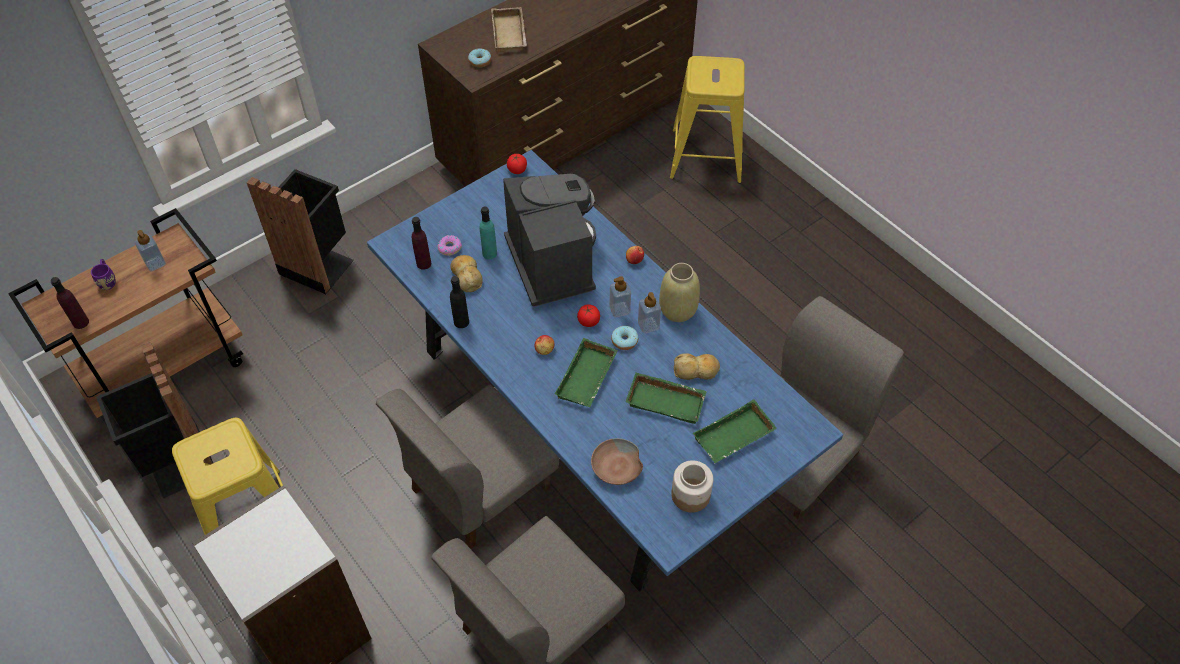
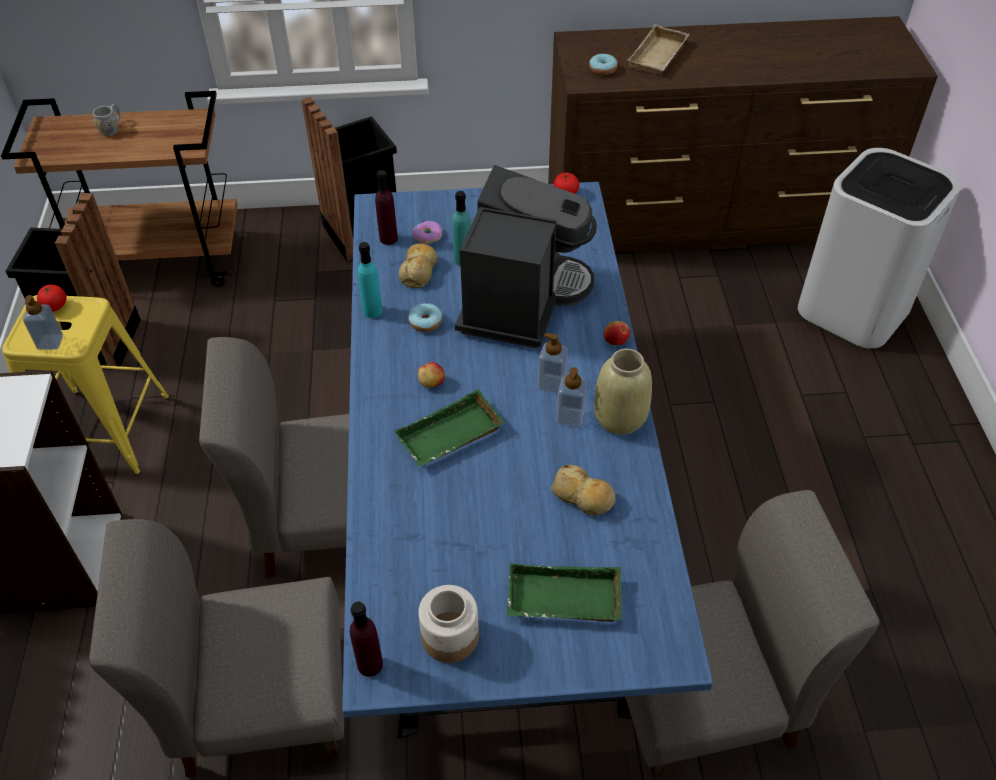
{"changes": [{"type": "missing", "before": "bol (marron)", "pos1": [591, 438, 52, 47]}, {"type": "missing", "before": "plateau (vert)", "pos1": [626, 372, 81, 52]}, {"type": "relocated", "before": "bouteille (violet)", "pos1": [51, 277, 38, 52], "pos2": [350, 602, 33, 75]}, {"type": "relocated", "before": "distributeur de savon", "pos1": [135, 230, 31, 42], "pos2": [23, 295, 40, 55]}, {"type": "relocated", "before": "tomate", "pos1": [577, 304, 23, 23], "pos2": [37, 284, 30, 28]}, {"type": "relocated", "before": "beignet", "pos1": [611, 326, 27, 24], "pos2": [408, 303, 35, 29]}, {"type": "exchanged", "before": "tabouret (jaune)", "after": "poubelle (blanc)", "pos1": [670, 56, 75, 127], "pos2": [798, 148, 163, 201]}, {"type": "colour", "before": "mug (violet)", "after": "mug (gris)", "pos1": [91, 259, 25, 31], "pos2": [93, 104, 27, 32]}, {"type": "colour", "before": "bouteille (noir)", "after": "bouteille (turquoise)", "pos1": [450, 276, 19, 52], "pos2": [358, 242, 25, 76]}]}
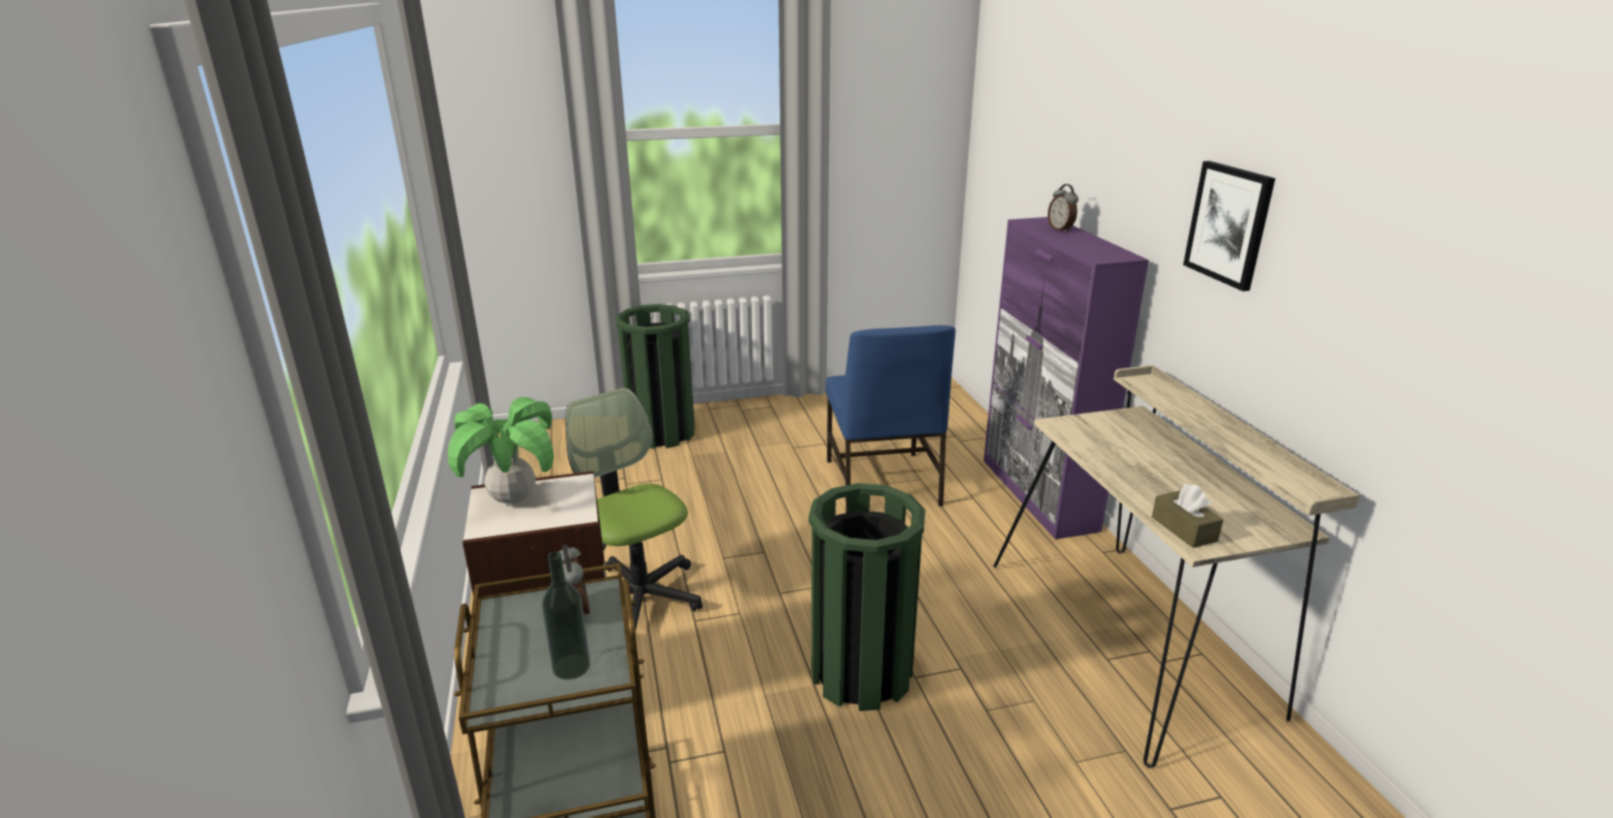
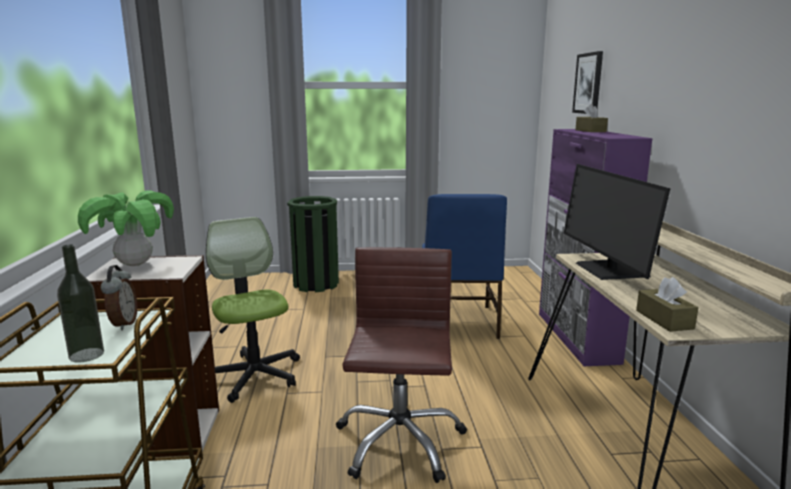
{"changes": [{"type": "appeared", "after": "écran d'ordinateur", "pos2": [564, 164, 107, 116]}, {"type": "relocated", "before": "tableau", "pos1": [1183, 161, 92, 130], "pos2": [572, 51, 31, 63]}, {"type": "exchanged", "before": "poubelle (vert)", "after": "chaise de bureau (marron)", "pos1": [808, 483, 117, 228], "pos2": [336, 247, 131, 236]}, {"type": "exchanged", "before": "réveil", "after": "boîte à mouchoirs (marron)", "pos1": [1048, 184, 30, 49], "pos2": [575, 104, 33, 28]}]}
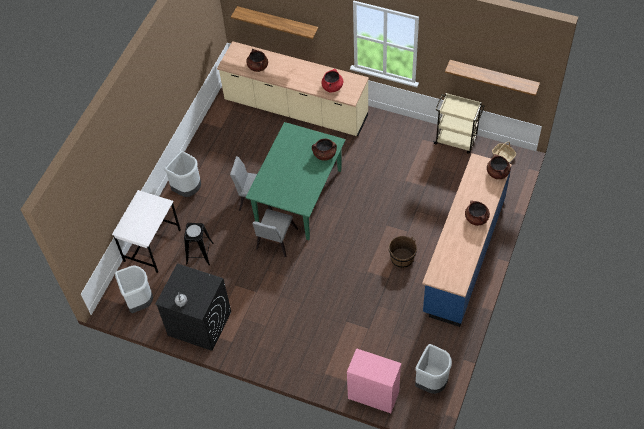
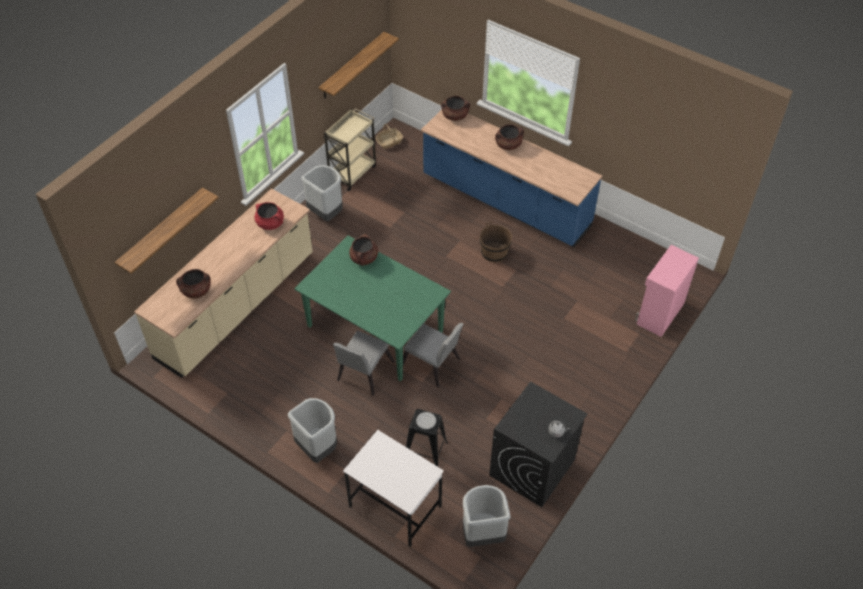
{"changes": [{"type": "relocated", "before": "poubelle (gris)", "pos1": [415, 344, 37, 50], "pos2": [302, 165, 41, 56]}]}
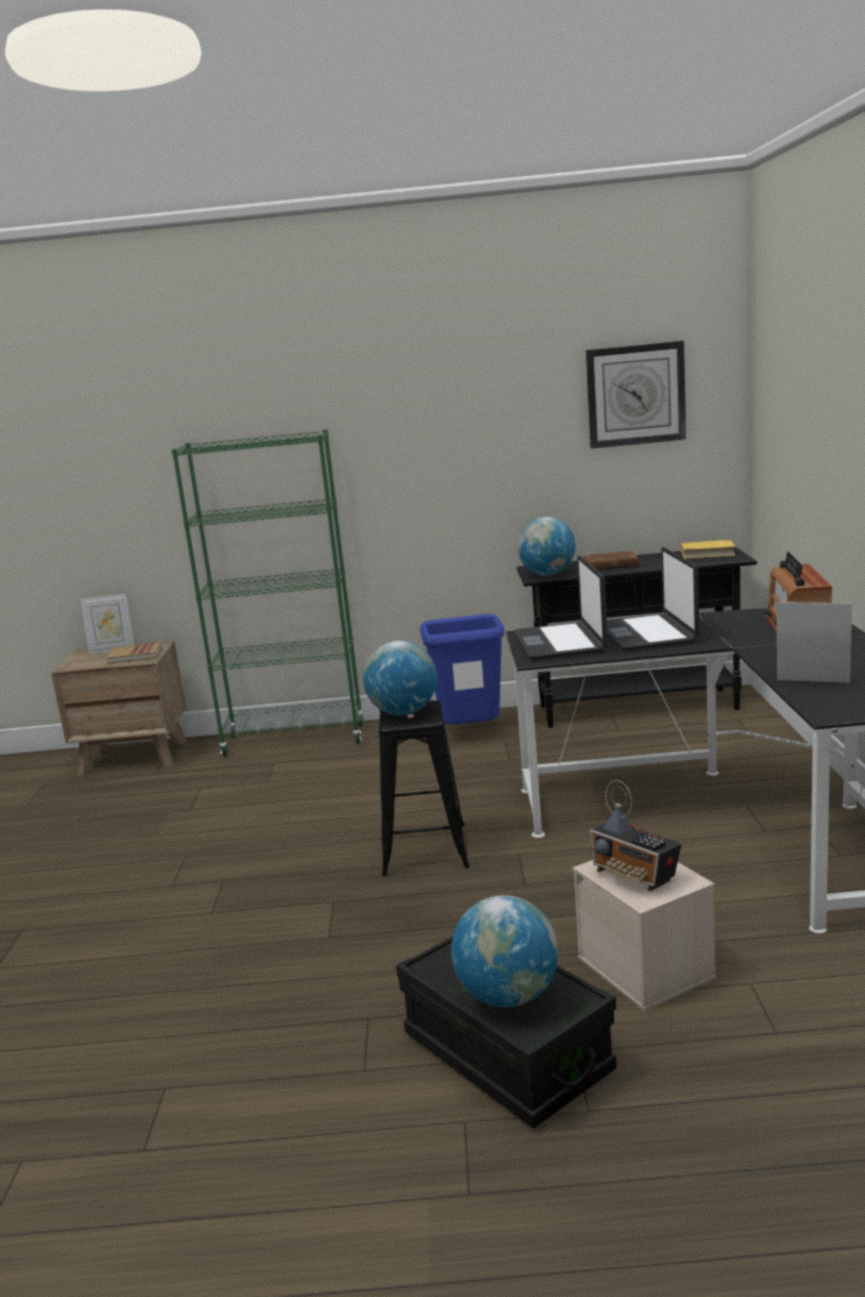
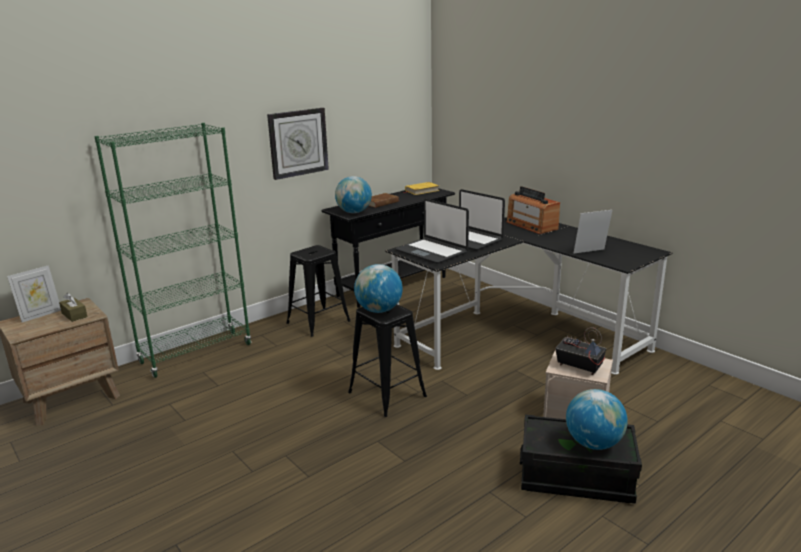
{"changes": [{"type": "relocated", "before": "horloge murale", "pos1": [586, 341, 100, 108], "pos2": [267, 108, 62, 72]}, {"type": "exchanged", "before": "livre", "after": "boîte à mouchoirs (marron)", "pos1": [106, 642, 56, 22], "pos2": [59, 293, 29, 29]}, {"type": "exchanged", "before": "poubelle (bleu)", "after": "tabouret (noir)", "pos1": [420, 614, 85, 111], "pos2": [286, 245, 65, 92]}, {"type": "spun", "before": "radio", "pos1": [590, 780, 92, 111], "pos2": [555, 327, 51, 48], "turn": -150}]}
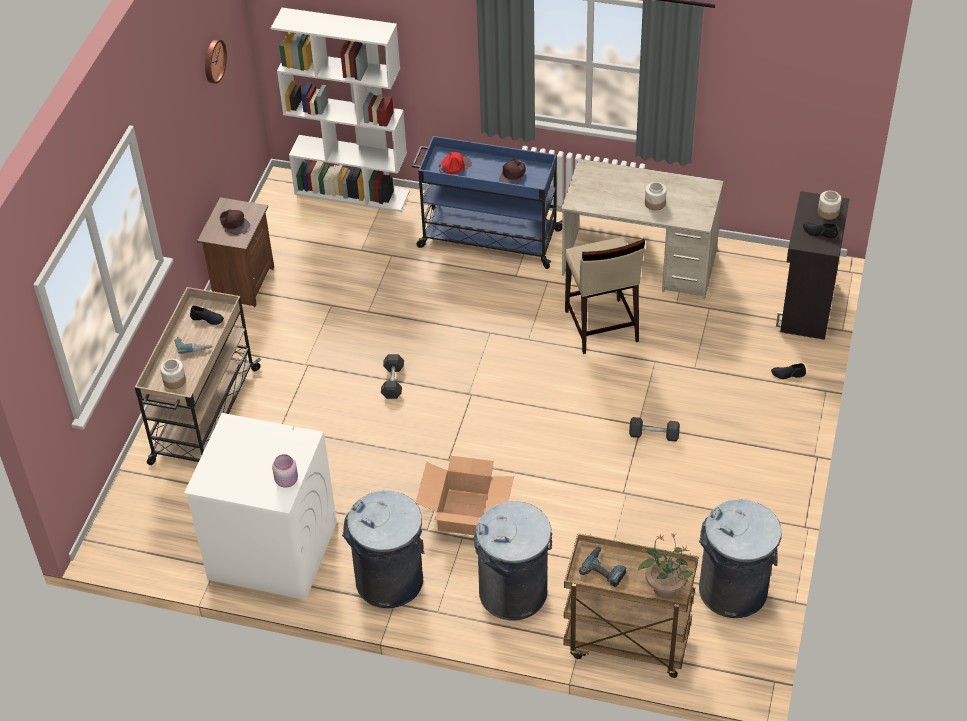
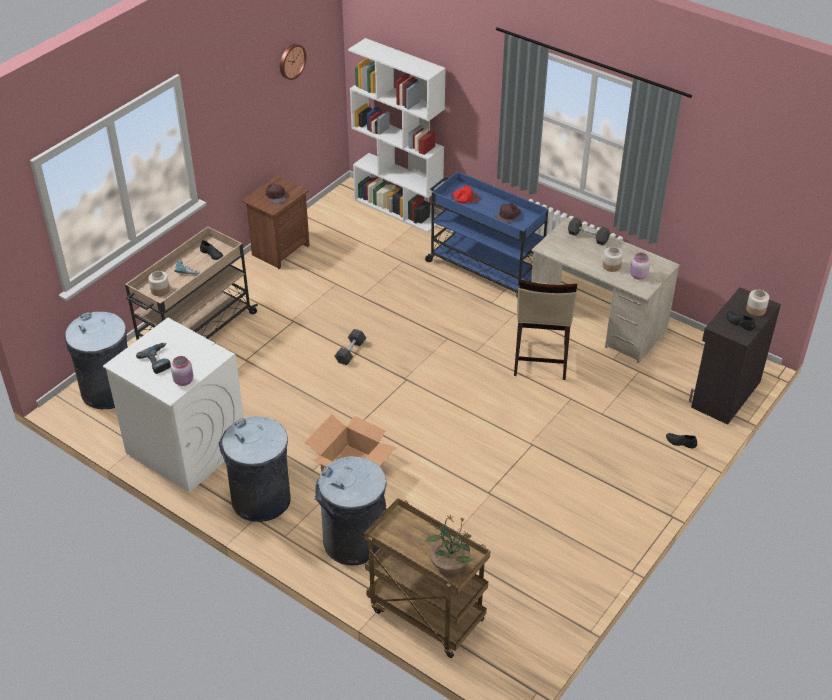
{"changes": [{"type": "appeared", "after": "bocal (rose)", "pos2": [630, 253, 20, 27]}, {"type": "relocated", "before": "perceuse", "pos1": [579, 545, 47, 42], "pos2": [136, 343, 35, 31]}, {"type": "relocated", "before": "haltère (gris)", "pos1": [629, 417, 51, 25], "pos2": [568, 217, 42, 28]}, {"type": "relocated", "before": "poubelle (gris)", "pos1": [699, 499, 83, 119], "pos2": [65, 312, 63, 97]}]}
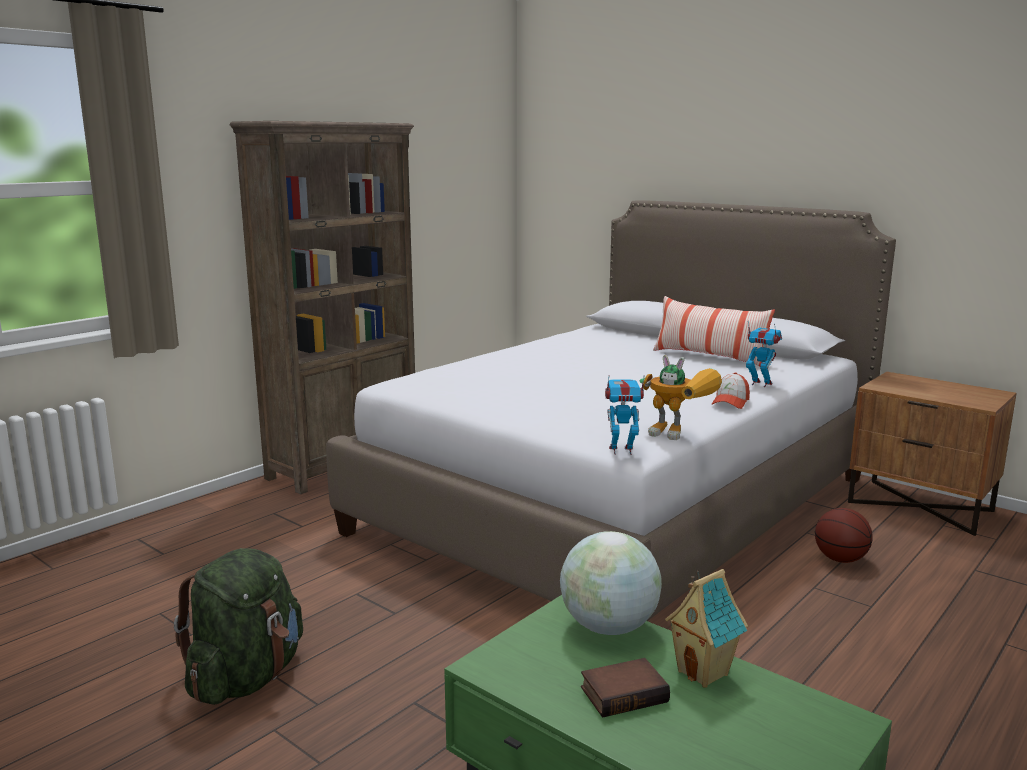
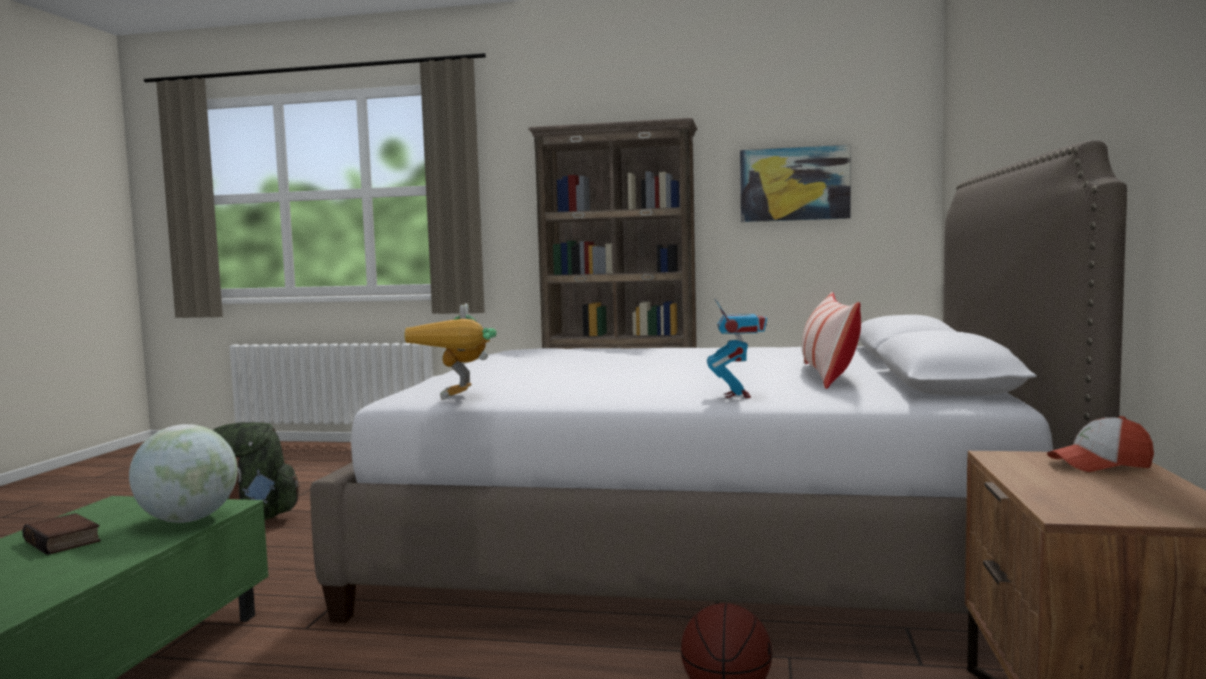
{"changes": [{"type": "missing", "before": "robot jouet", "pos1": [605, 375, 40, 80]}, {"type": "missing", "before": "maison miniature", "pos1": [665, 569, 83, 119]}, {"type": "appeared", "after": "tableau", "pos2": [740, 145, 111, 77]}, {"type": "relocated", "before": "casquette", "pos1": [711, 373, 39, 36], "pos2": [1047, 416, 107, 56]}]}
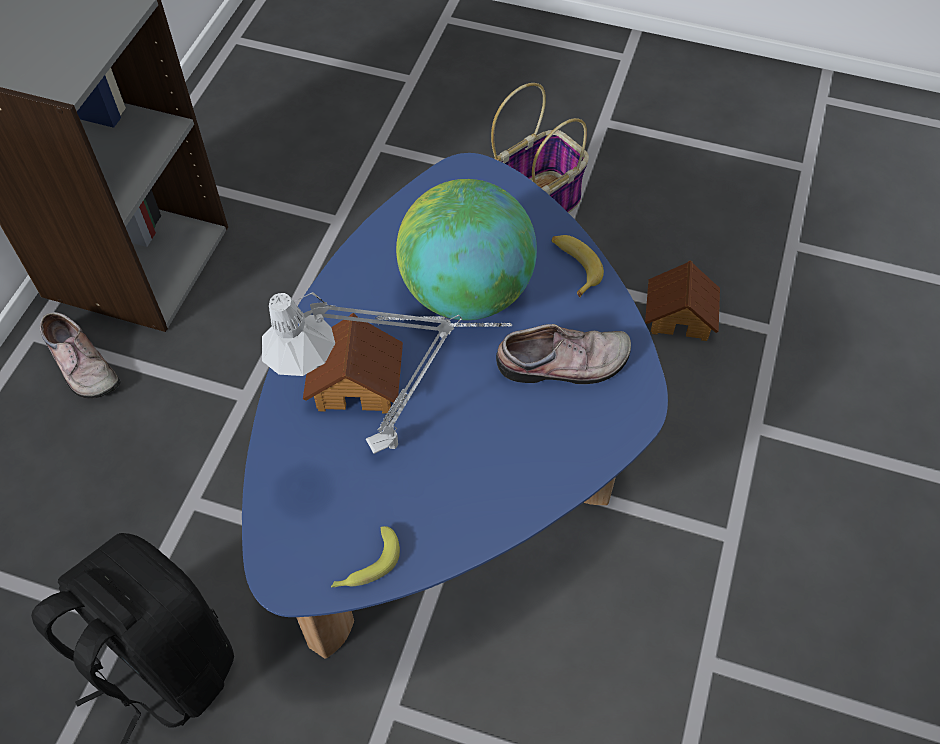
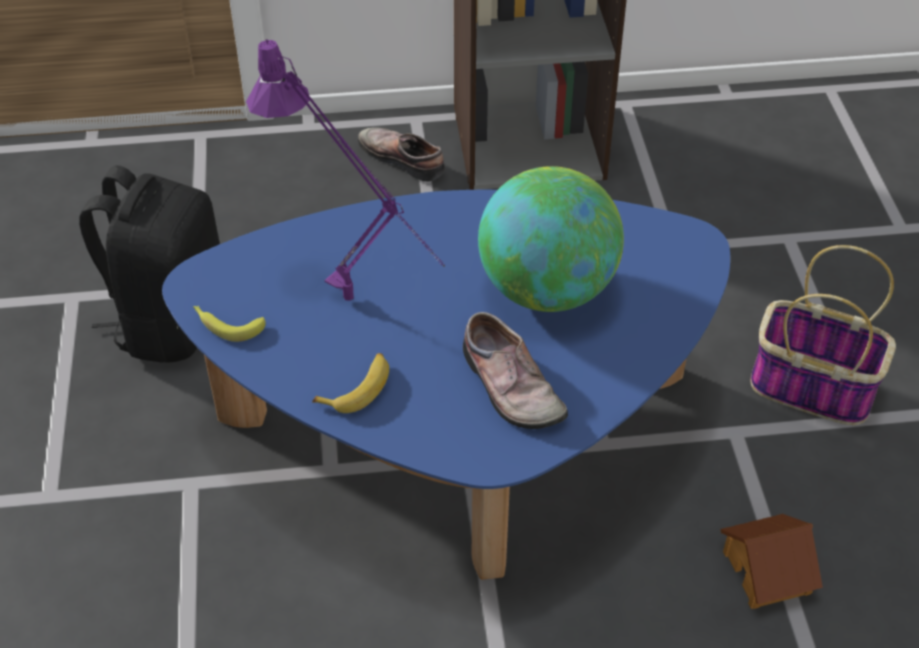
{"changes": [{"type": "missing", "before": "maison miniature", "pos1": [303, 313, 100, 101]}, {"type": "relocated", "before": "banane", "pos1": [552, 235, 52, 63], "pos2": [312, 353, 77, 60]}, {"type": "colour", "before": "lampe de table (gris)", "after": "lampe de table (violet)", "pos1": [262, 292, 250, 162], "pos2": [246, 40, 199, 261]}, {"type": "spun", "before": "chaussure", "pos1": [40, 312, 81, 87], "pos2": [358, 127, 87, 55], "turn": 105}]}
